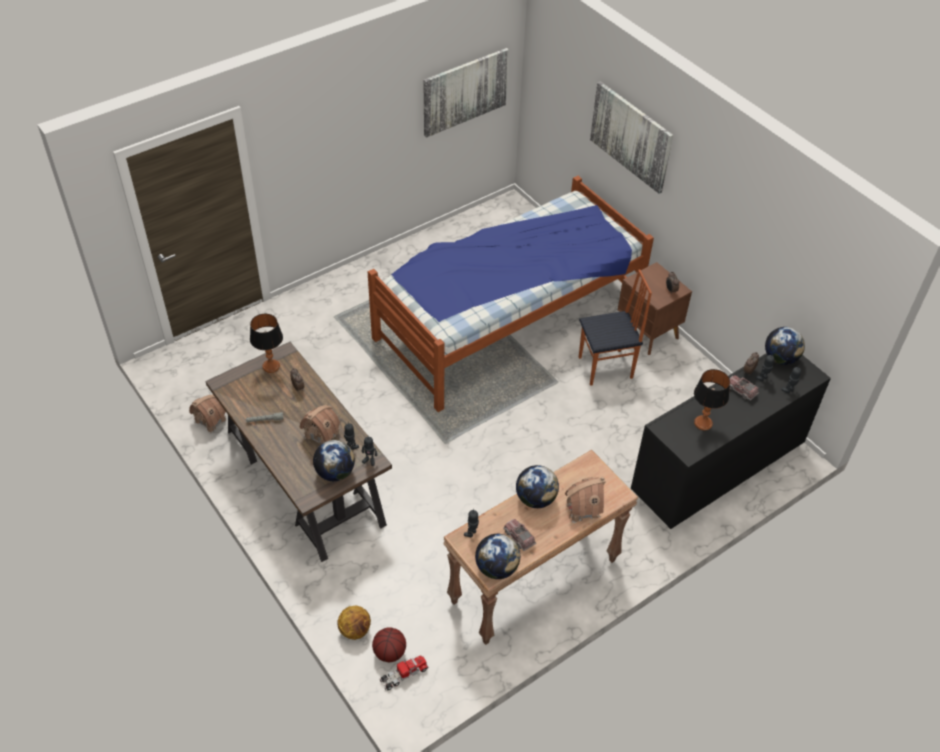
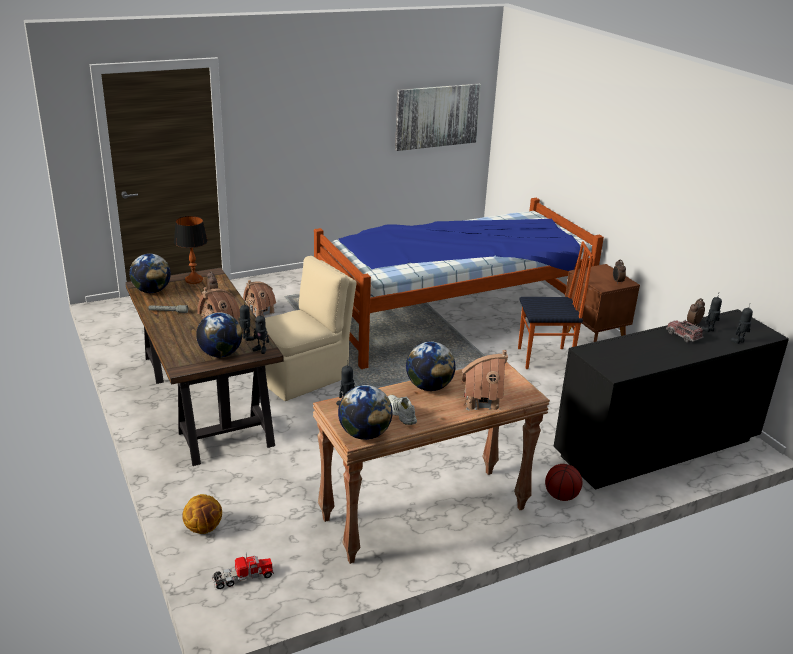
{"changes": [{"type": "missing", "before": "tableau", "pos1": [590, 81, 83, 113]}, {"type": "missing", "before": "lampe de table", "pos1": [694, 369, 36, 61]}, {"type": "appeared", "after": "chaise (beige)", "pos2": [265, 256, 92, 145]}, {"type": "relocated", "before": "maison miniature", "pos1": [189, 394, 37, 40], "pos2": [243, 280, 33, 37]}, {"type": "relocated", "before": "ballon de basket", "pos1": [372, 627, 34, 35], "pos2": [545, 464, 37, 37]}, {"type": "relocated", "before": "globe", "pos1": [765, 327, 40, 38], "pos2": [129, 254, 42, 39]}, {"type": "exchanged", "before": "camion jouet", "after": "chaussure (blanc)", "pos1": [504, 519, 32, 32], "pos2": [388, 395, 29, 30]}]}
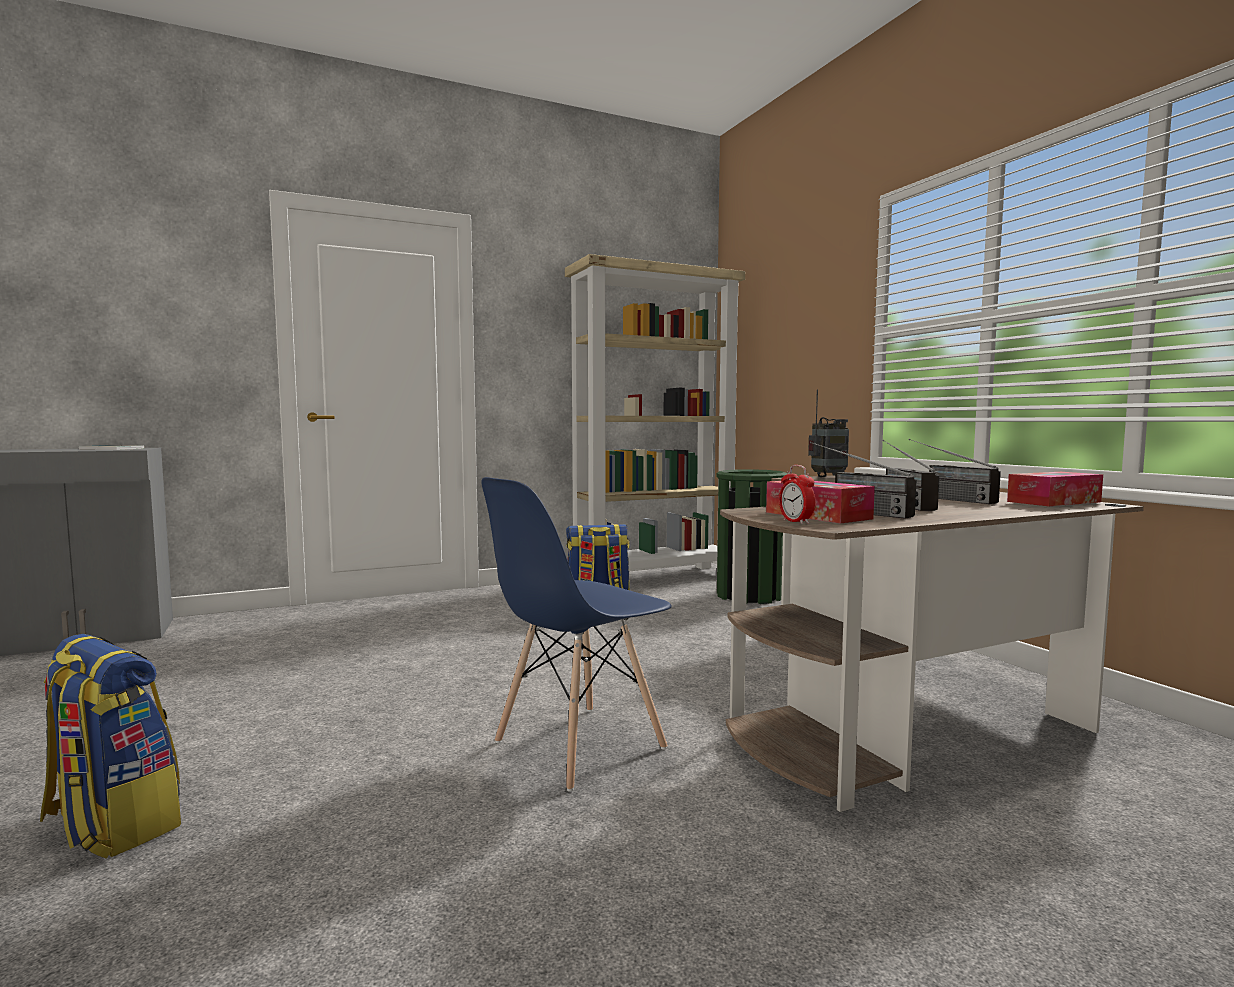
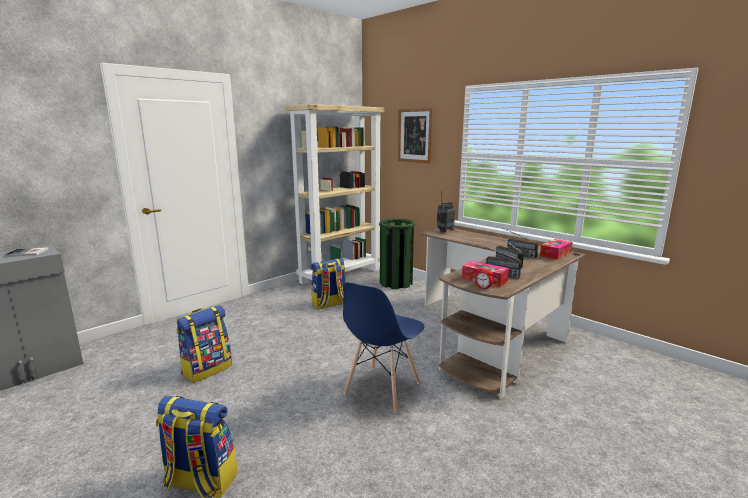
{"changes": [{"type": "appeared", "after": "sac à dos", "pos2": [176, 305, 56, 78]}, {"type": "appeared", "after": "tableau", "pos2": [398, 108, 35, 55]}]}
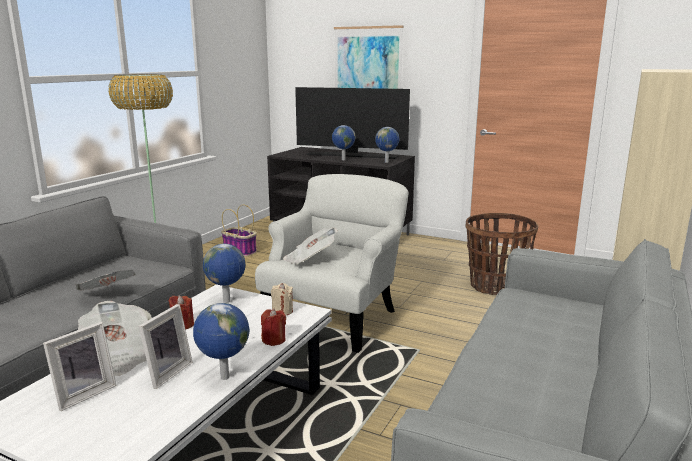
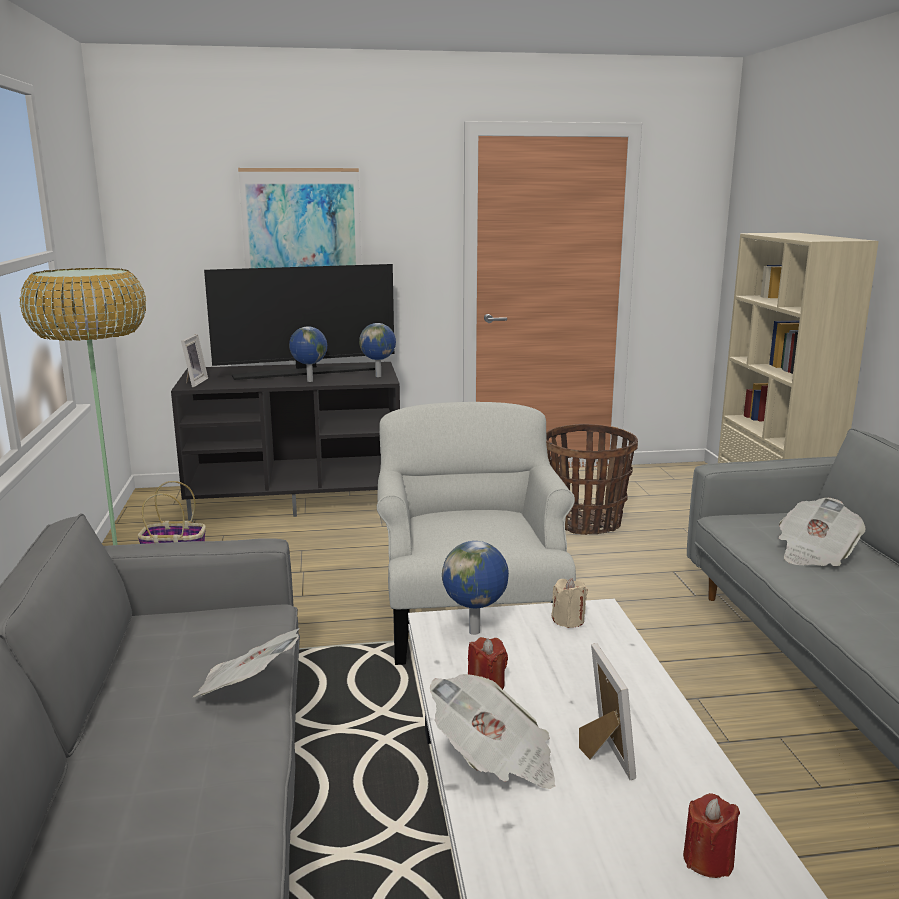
{"changes": [{"type": "missing", "before": "globe", "pos1": [193, 303, 56, 77]}, {"type": "relocated", "before": "cadre photo", "pos1": [43, 322, 73, 89], "pos2": [181, 334, 27, 53]}, {"type": "relocated", "before": "bougie (rouge)", "pos1": [261, 309, 25, 37], "pos2": [683, 793, 57, 85]}, {"type": "relocated", "before": "journal", "pos1": [283, 228, 55, 37], "pos2": [779, 498, 87, 68]}]}
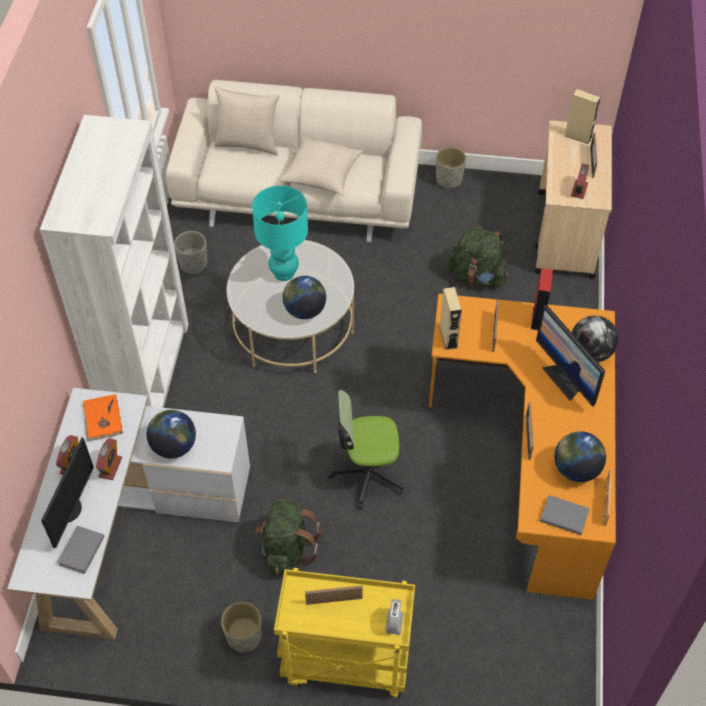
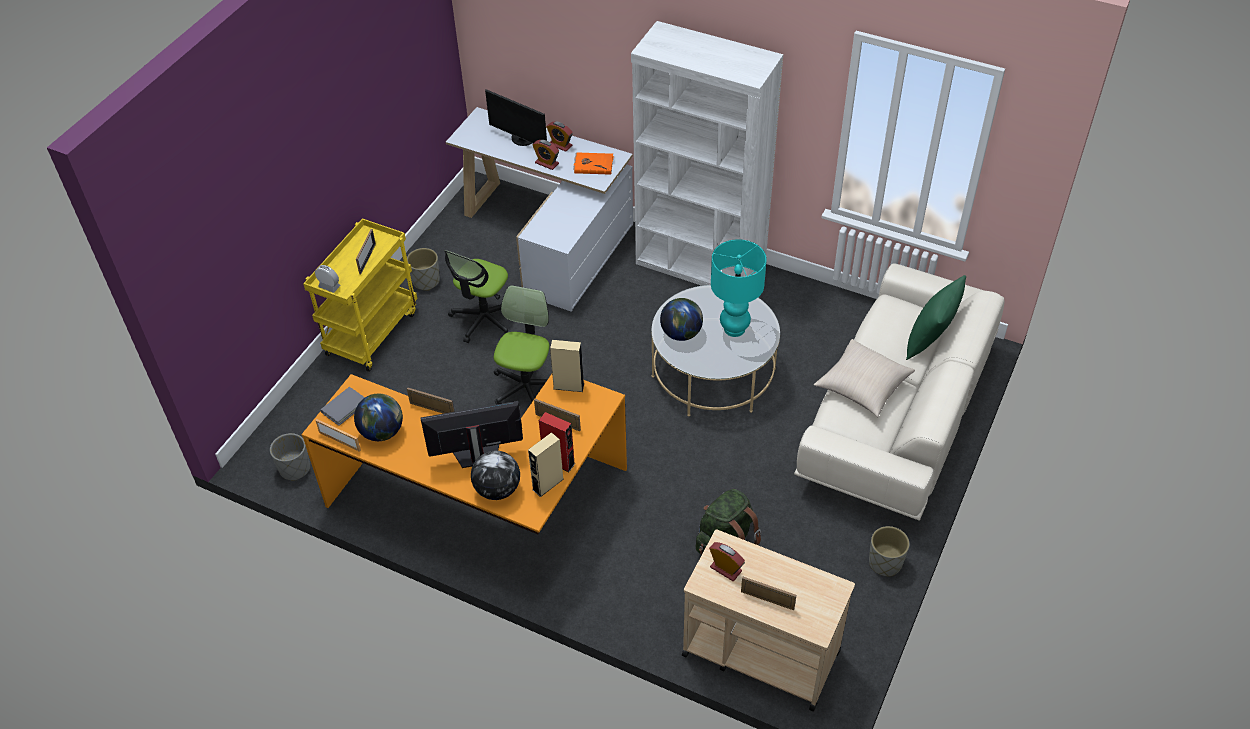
{"changes": [{"type": "missing", "before": "livre (gris)", "pos1": [57, 526, 47, 48]}, {"type": "missing", "before": "globe", "pos1": [147, 410, 49, 49]}, {"type": "relocated", "before": "cache-pot (gris)", "pos1": [174, 231, 33, 43], "pos2": [270, 433, 40, 48]}, {"type": "relocated", "before": "enceinte (beige)", "pos1": [564, 89, 36, 55], "pos2": [528, 432, 36, 65]}, {"type": "exchanged", "before": "sac à dos (vert)", "after": "chaise de bureau", "pos1": [255, 499, 67, 76], "pos2": [444, 250, 65, 93]}, {"type": "colour", "before": "coussin (beige)", "after": "coussin (vert)", "pos1": [214, 87, 66, 68], "pos2": [906, 275, 60, 85]}]}
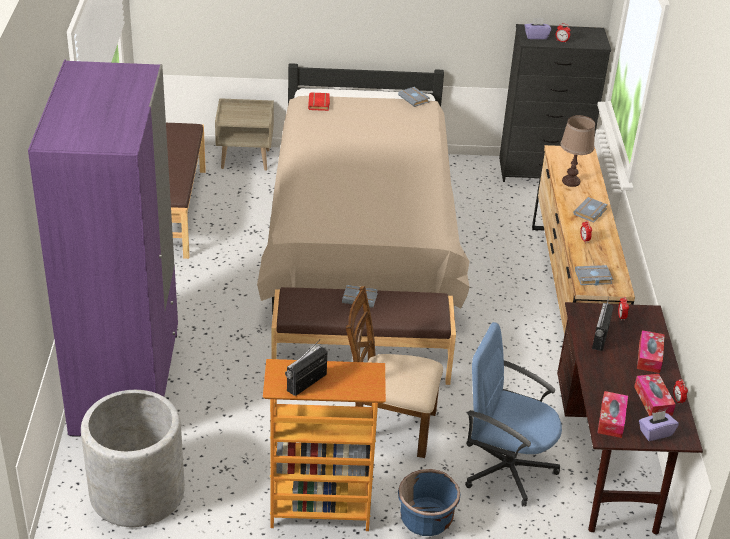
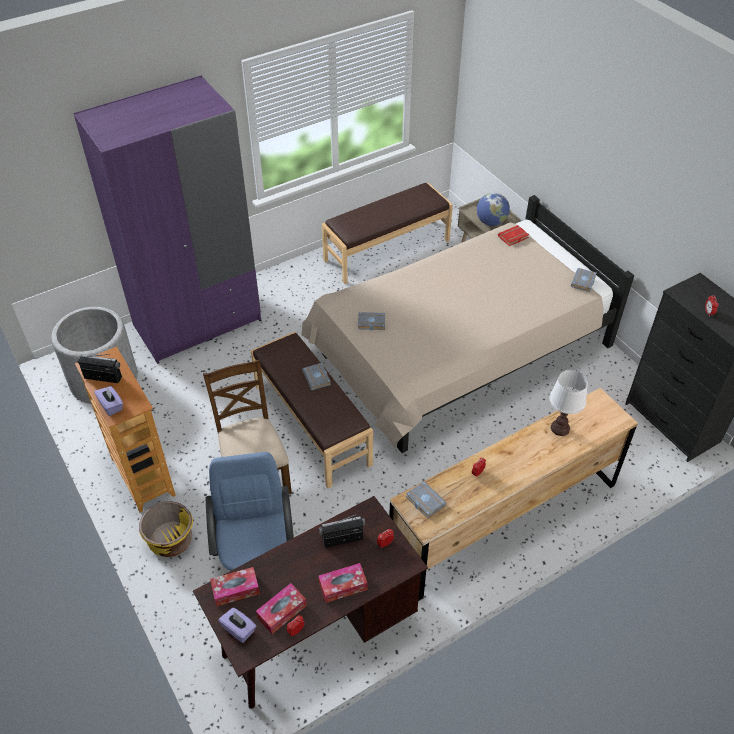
{"changes": [{"type": "appeared", "after": "globe", "pos2": [477, 193, 33, 33]}, {"type": "relocated", "before": "boîte à mouchoirs (violet)", "pos1": [525, 18, 26, 21], "pos2": [94, 386, 29, 30]}, {"type": "relocated", "before": "livre (gris)", "pos1": [573, 197, 35, 26], "pos2": [358, 312, 27, 18]}, {"type": "colour", "before": "cache-pot (bleu)", "after": "cache-pot (jaune)", "pos1": [398, 469, 62, 67], "pos2": [139, 501, 54, 56]}, {"type": "colour", "before": "lampe de table (marron)", "after": "lampe de table (blanc)", "pos1": [560, 115, 35, 72], "pos2": [550, 370, 38, 66]}]}
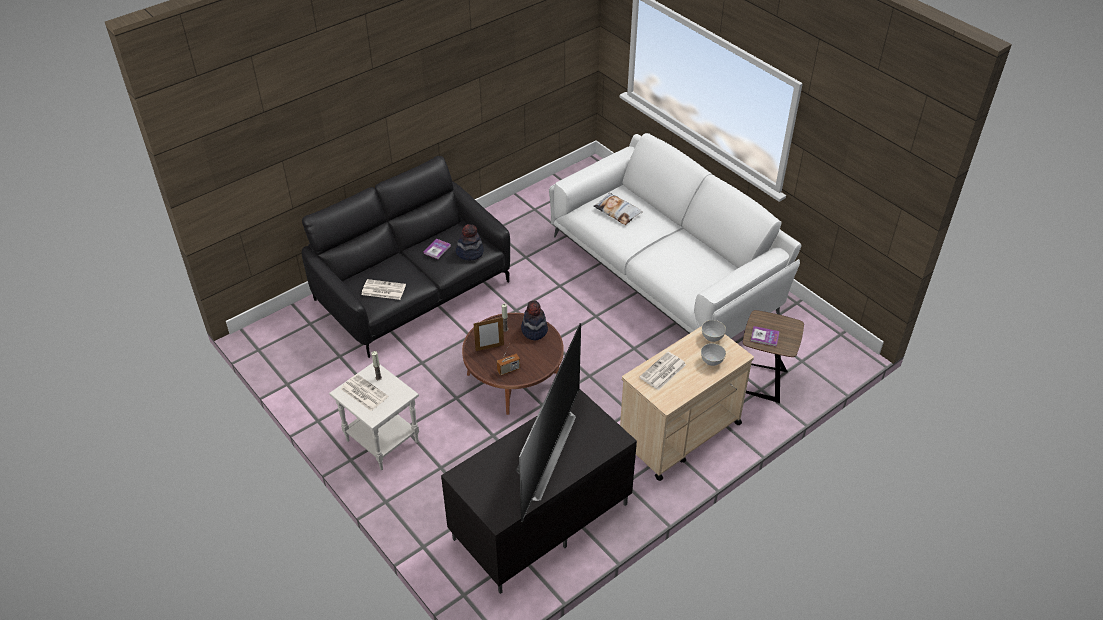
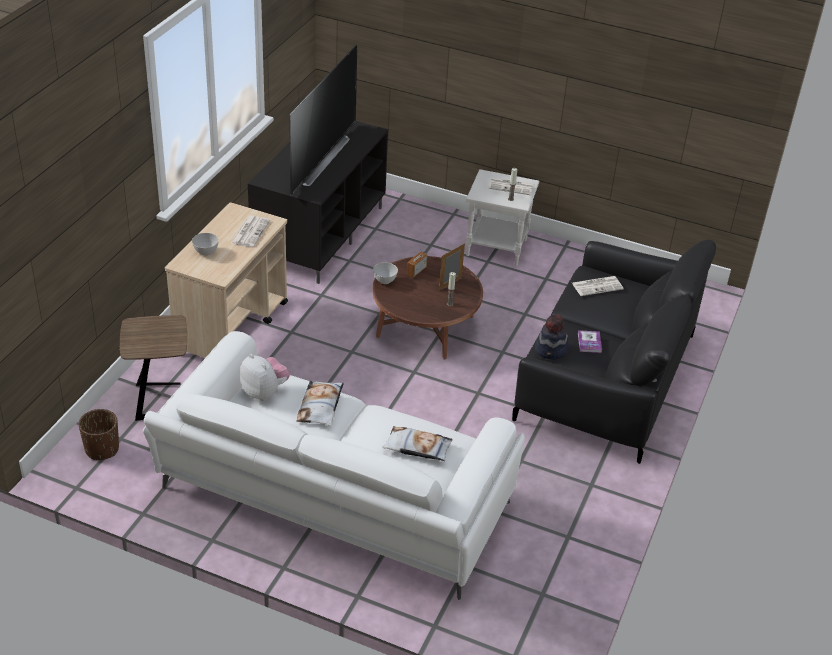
{"changes": [{"type": "missing", "before": "chapeau", "pos1": [521, 301, 27, 40]}, {"type": "missing", "before": "livre", "pos1": [751, 326, 28, 21]}, {"type": "appeared", "after": "cache-pot (marron)", "pos2": [78, 409, 41, 51]}, {"type": "appeared", "after": "peluche", "pos2": [239, 354, 51, 47]}, {"type": "appeared", "after": "coussin", "pos2": [296, 381, 48, 45]}, {"type": "relocated", "before": "bol (gris)", "pos1": [702, 320, 24, 22], "pos2": [373, 262, 25, 22]}, {"type": "spun", "before": "téléviseur", "pos1": [516, 323, 65, 199], "pos2": [289, 45, 68, 151], "turn": -150}]}
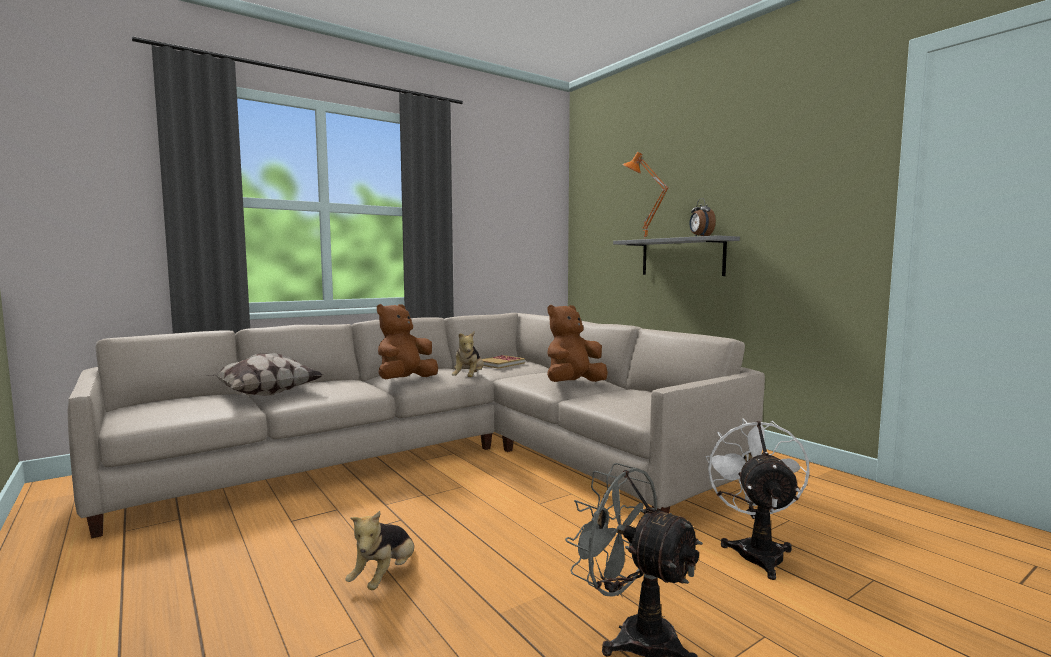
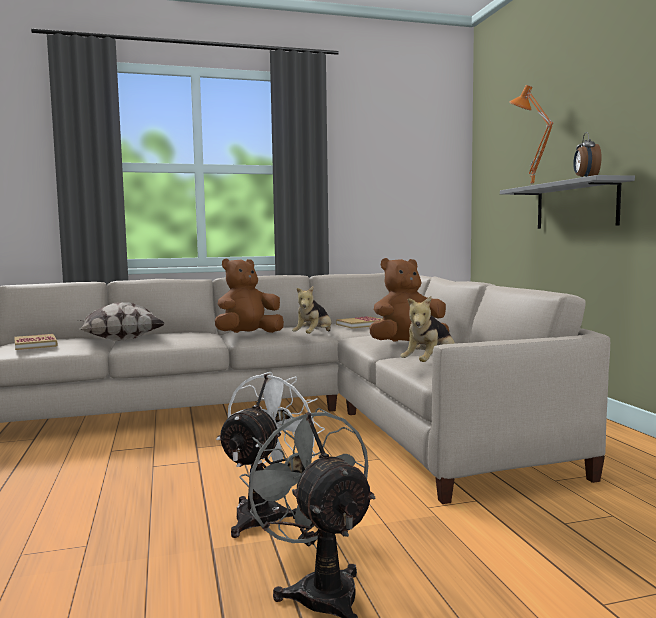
{"changes": [{"type": "appeared", "after": "livre", "pos2": [14, 334, 44, 16]}, {"type": "relocated", "before": "peluche", "pos1": [346, 511, 68, 79], "pos2": [400, 296, 55, 66]}, {"type": "relocated", "before": "ventilateur (blanc)", "pos1": [705, 418, 105, 162], "pos2": [216, 372, 109, 166]}]}
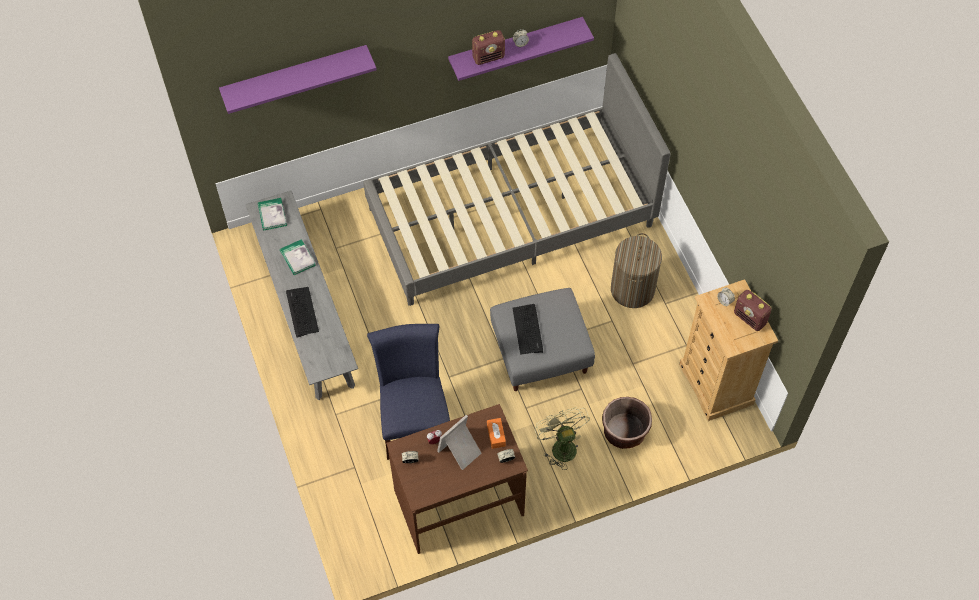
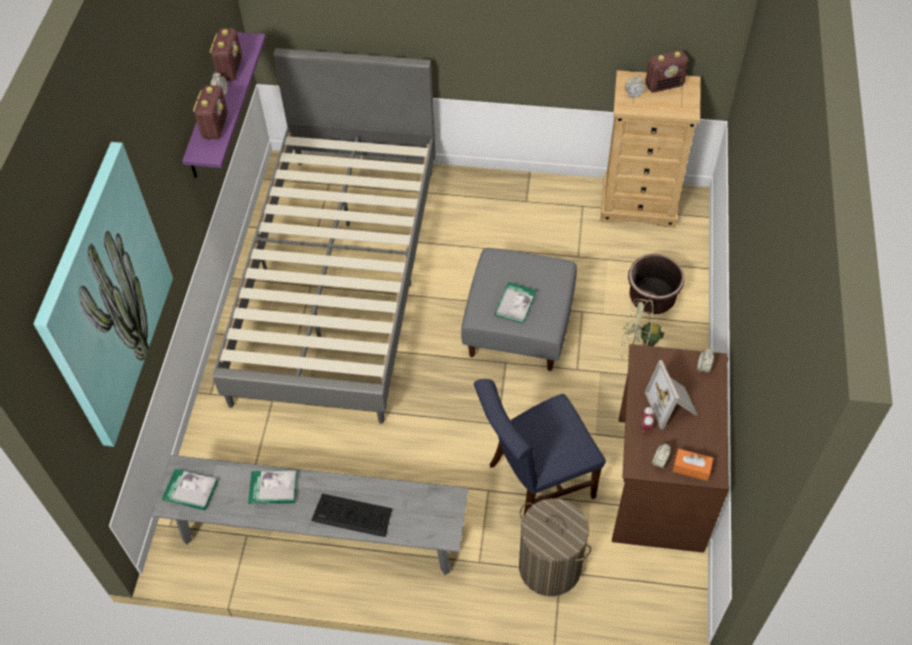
{"changes": [{"type": "appeared", "after": "radio", "pos2": [210, 28, 32, 53]}, {"type": "relocated", "before": "boîte à mouchoirs (orange)", "pos1": [487, 418, 19, 31], "pos2": [673, 449, 40, 32]}, {"type": "relocated", "before": "panier à linge", "pos1": [611, 233, 51, 75], "pos2": [519, 498, 72, 98]}, {"type": "exchanged", "before": "étagère (violet)", "after": "tableau", "pos1": [219, 45, 158, 69], "pos2": [33, 142, 140, 305]}, {"type": "exchanged", "before": "clavier", "after": "livre", "pos1": [513, 304, 30, 51], "pos2": [494, 282, 42, 42]}, {"type": "spun", "before": "chaise (bleu)", "pos1": [367, 324, 83, 136], "pos2": [474, 379, 132, 137], "turn": -45}]}
